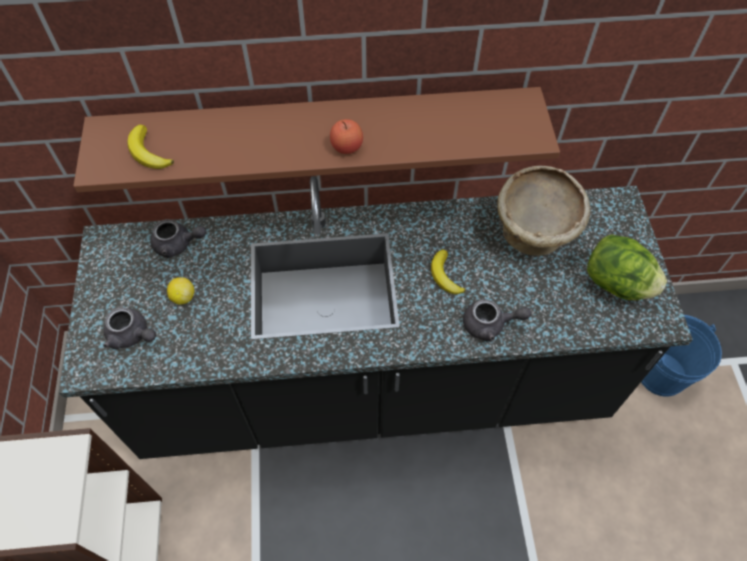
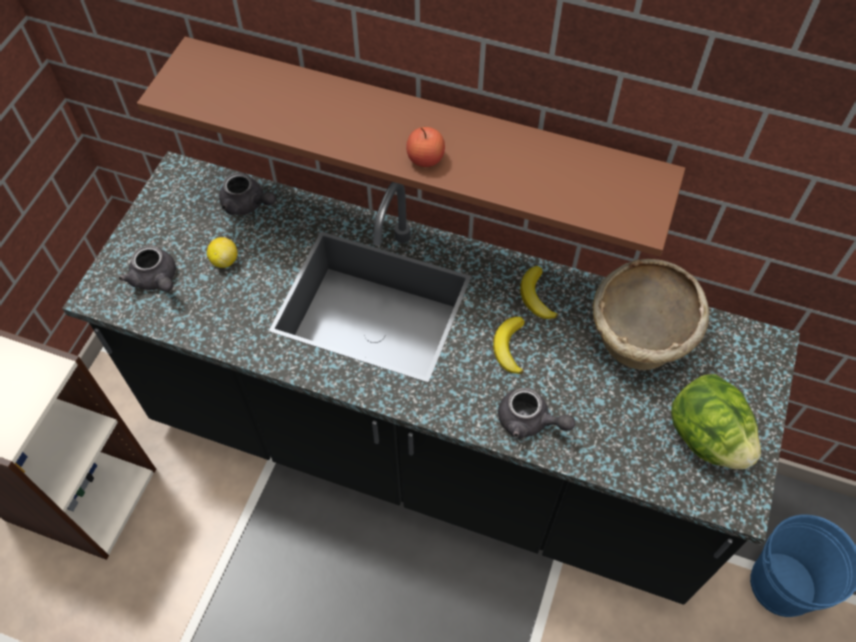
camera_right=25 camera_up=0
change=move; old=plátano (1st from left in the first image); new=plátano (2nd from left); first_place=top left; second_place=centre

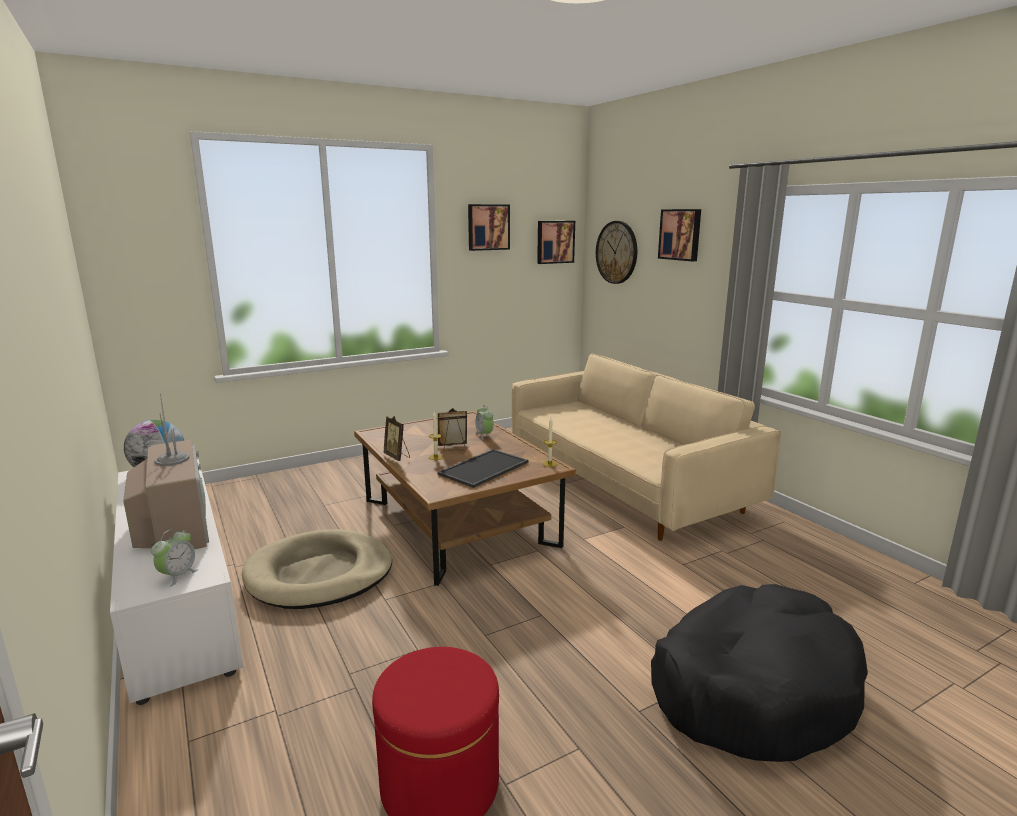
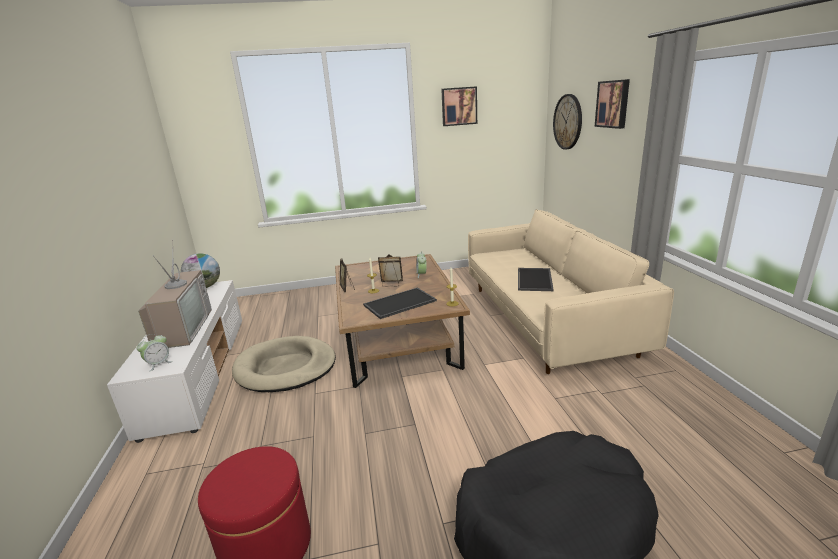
camera_right=20 camera_up=5
change=delete; old=cuadro (2nd from left); first_place=top centre
change=insert; new=bandeja (2nd from left); second_place=centre

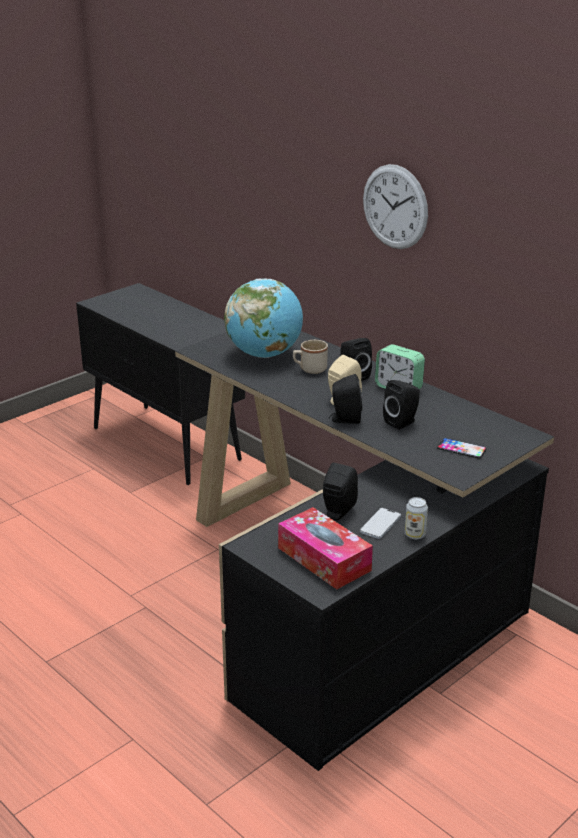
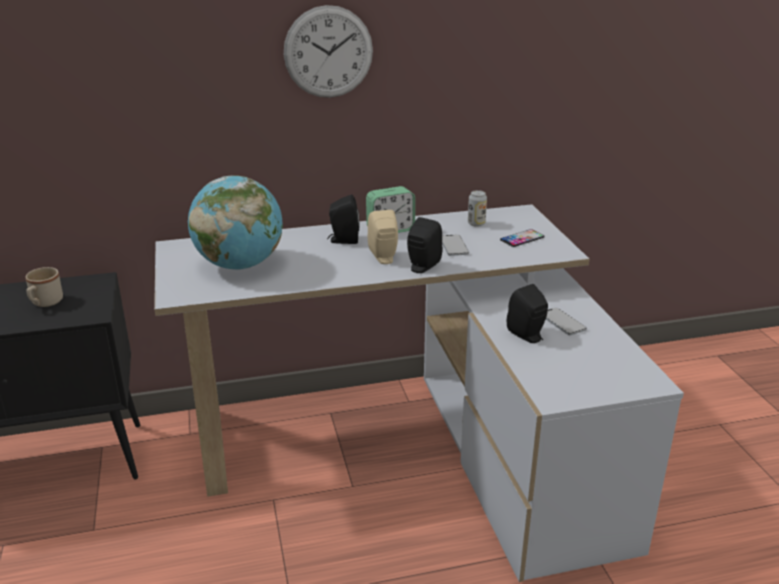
camera_right=-60 camera_up=0
change=recolor; old=escritorio/negro; new=escritorio/blanco; first_place=centre; second_place=bottom centre
change=delete; old=caja de pañuelos; first_place=centre
change=move; old=taza grande/beis; first_place=centre; second_place=middle left
change=replace; old=altavoz/negro (4th from left); new=móvil (1st from left); first_place=middle right; second_place=centre
change=move; old=lata; first_place=middle right; second_place=centre

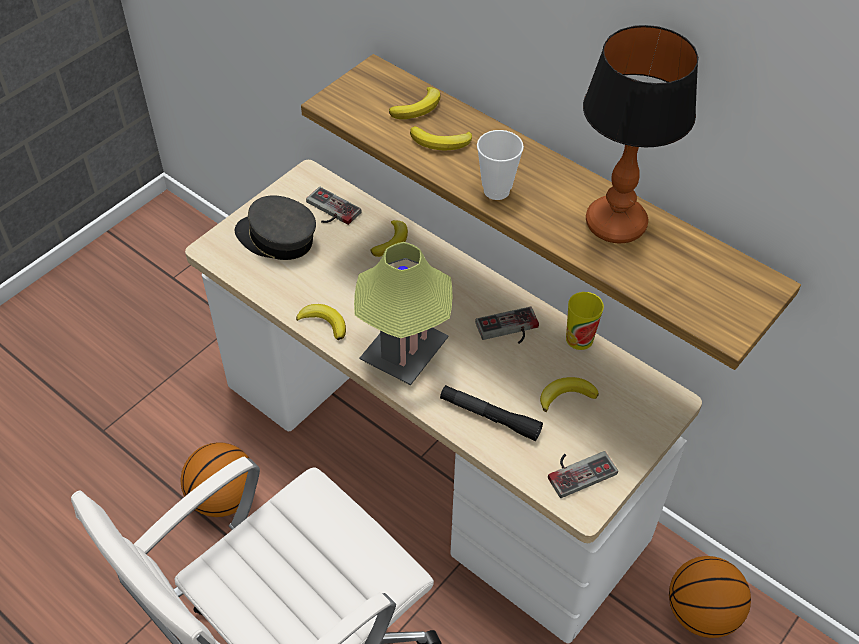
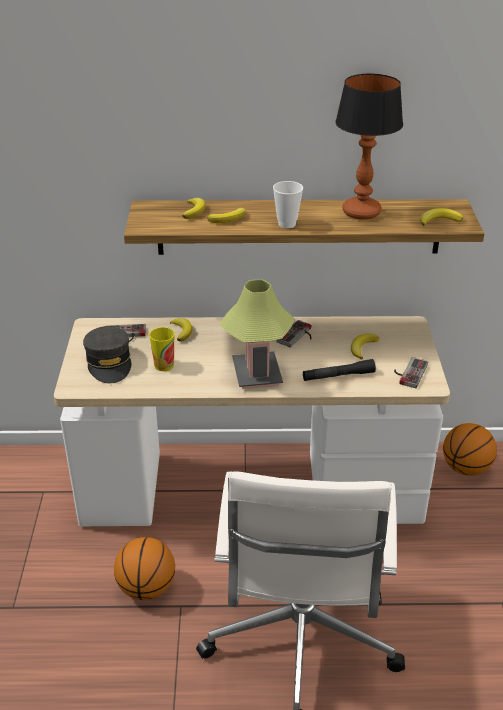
camera_right=-40 camera_up=-15
change=rotate; old=gorra/gris; first_place=middle left; second_place=middle left; degrees=-90
change=move; old=plátano (1st from left in the first image); new=plátano (5th from left); first_place=centre; second_place=top right
change=move; old=taza (2nd from left in the first image); new=taza (1st from left); first_place=middle right; second_place=middle left

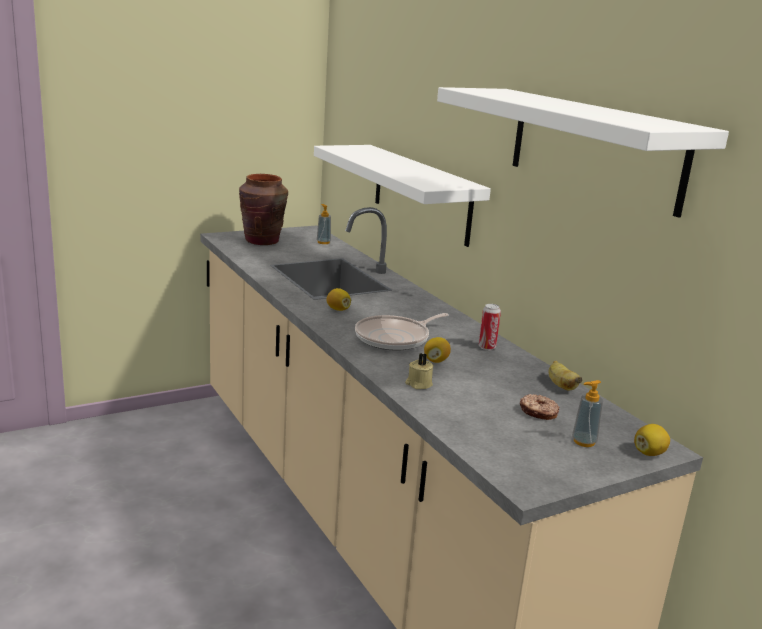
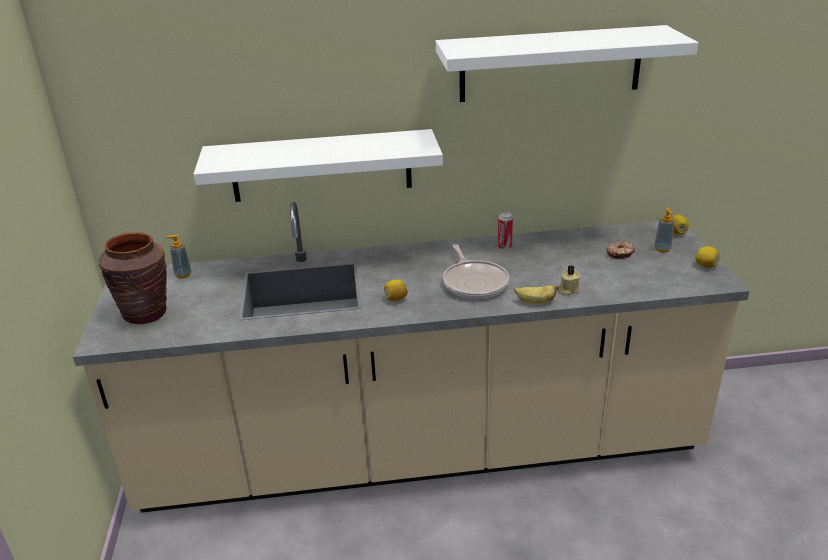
camera_right=-65 camera_up=10
change=move; old=limón (2nd from left in the first image); new=limón (3rd from left); first_place=centre; second_place=middle right
change=move; old=plátano; first_place=middle right; second_place=centre

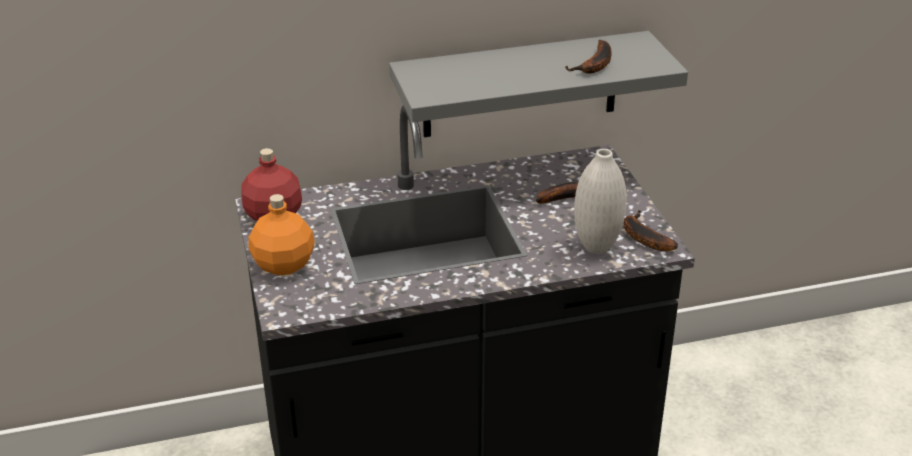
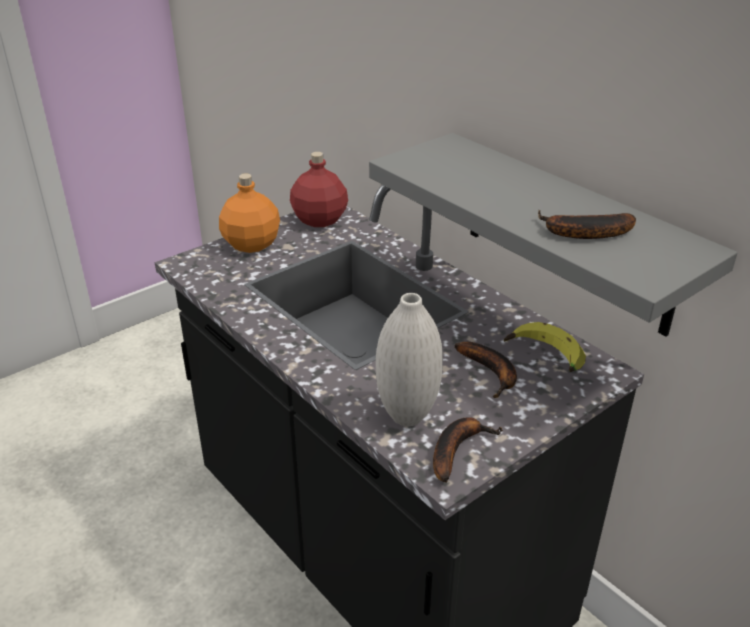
camera_right=65 camera_up=0
change=insert; new=plátano (3rd from left); second_place=middle right

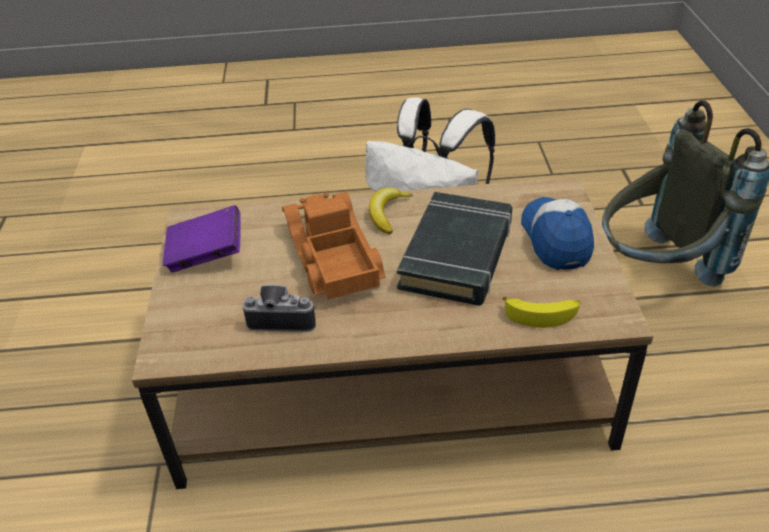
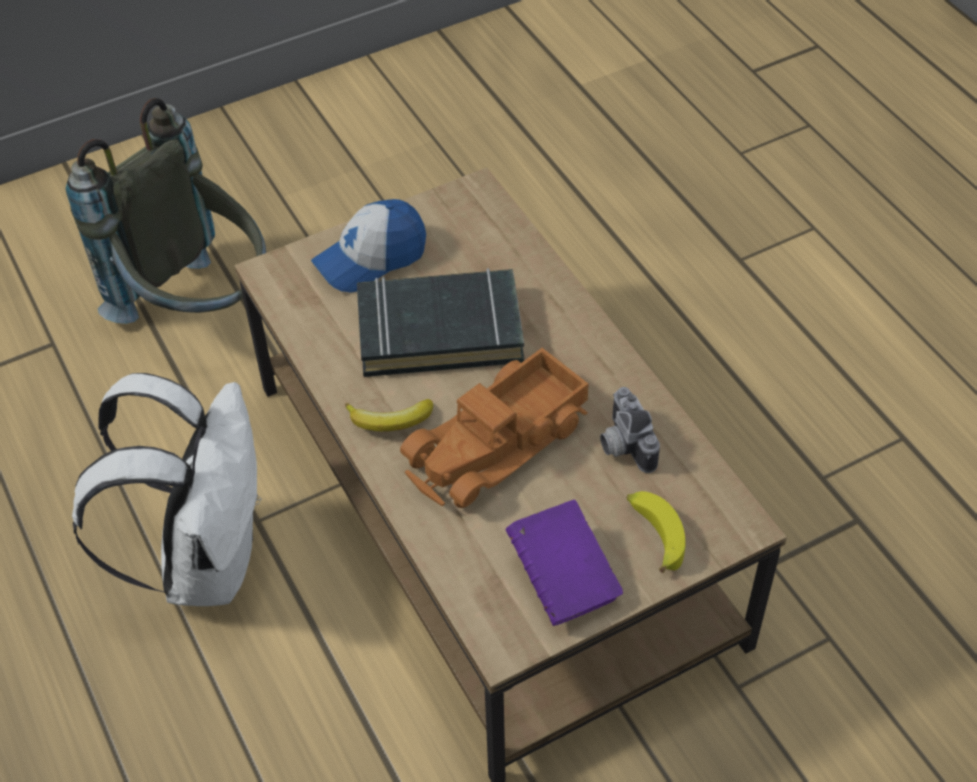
camera_right=-115 camera_up=10
change=move; old=plátano (2nd from left); first_place=middle right; second_place=bottom right

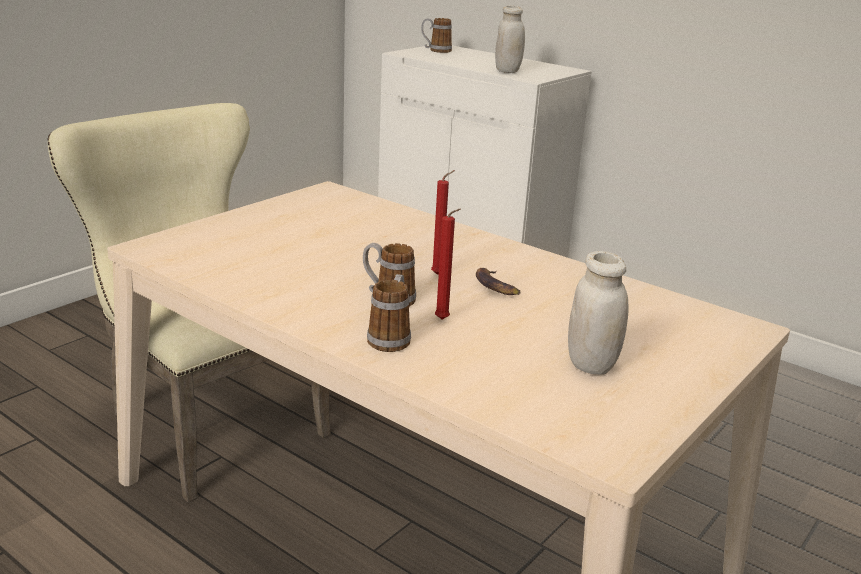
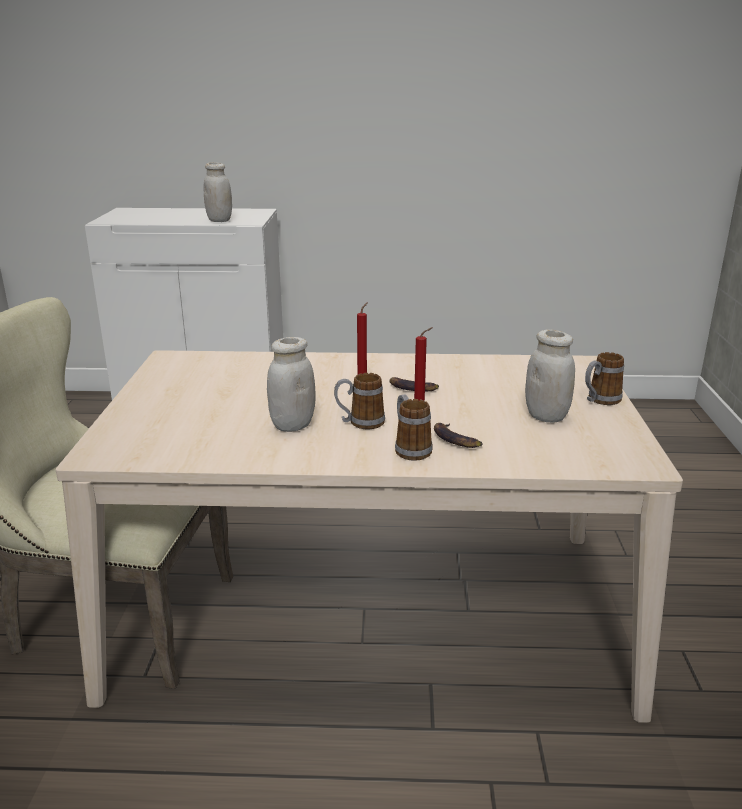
camera_right=-35 camera_up=0
change=move; old=taza grande (3rd from left); first_place=top centre; second_place=middle right
change=insert; new=tarro/blanco (2nd from left); second_place=centre
change=insert; new=plátano (2nd from left); second_place=centre

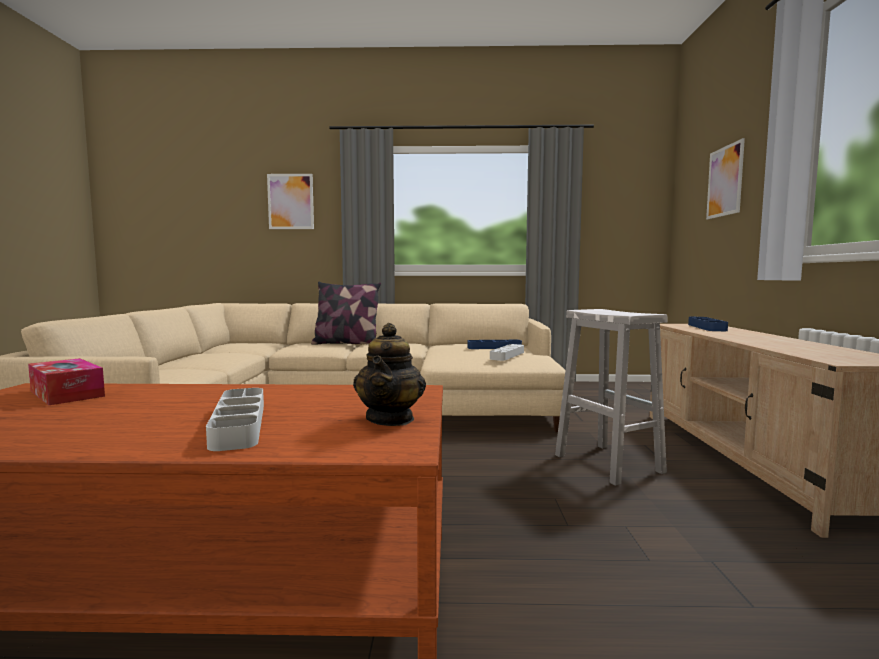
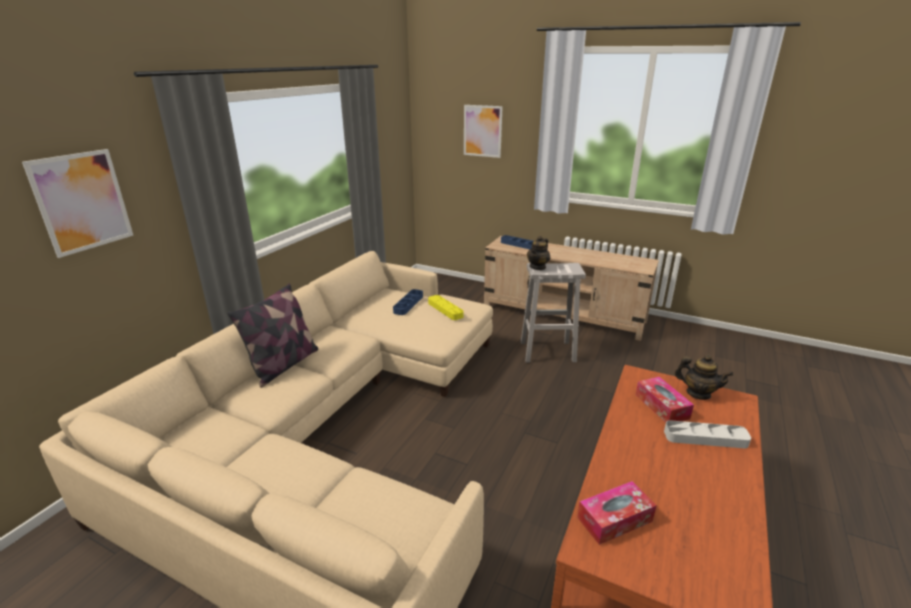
camera_right=-65 camera_up=20
change=recolor; old=bandeja/gris (2nd from left); new=bandeja/amarillo; first_place=centre; second_place=centre
change=insert; new=tetera (1st from left); second_place=centre
change=insert; new=caja de pañuelos (2nd from left); second_place=middle right

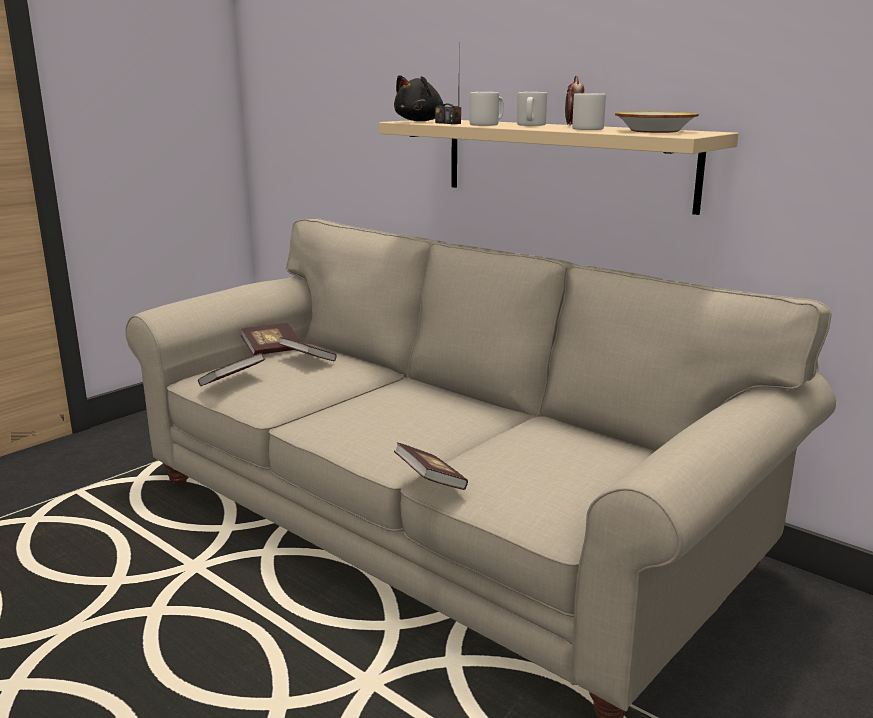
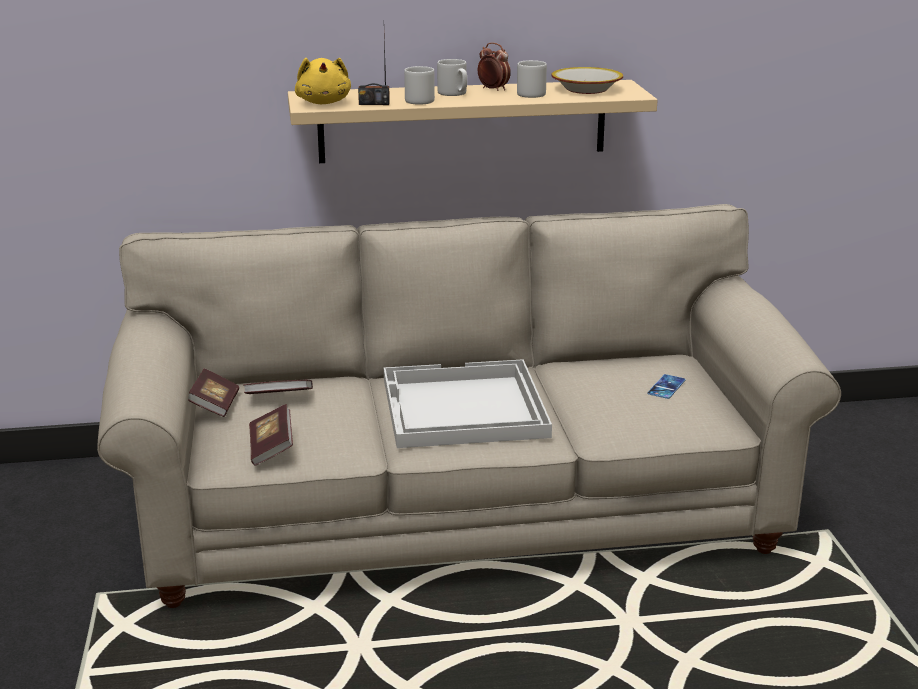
camera_right=-50 camera_up=5
change=recolor; old=peluche/negro; new=peluche/amarillo; first_place=top centre; second_place=top centre
change=delete; old=libro (4th from left); first_place=centre
change=insert; new=bandeja/blanco; second_place=centre
change=insert; new=móvil; second_place=middle right

